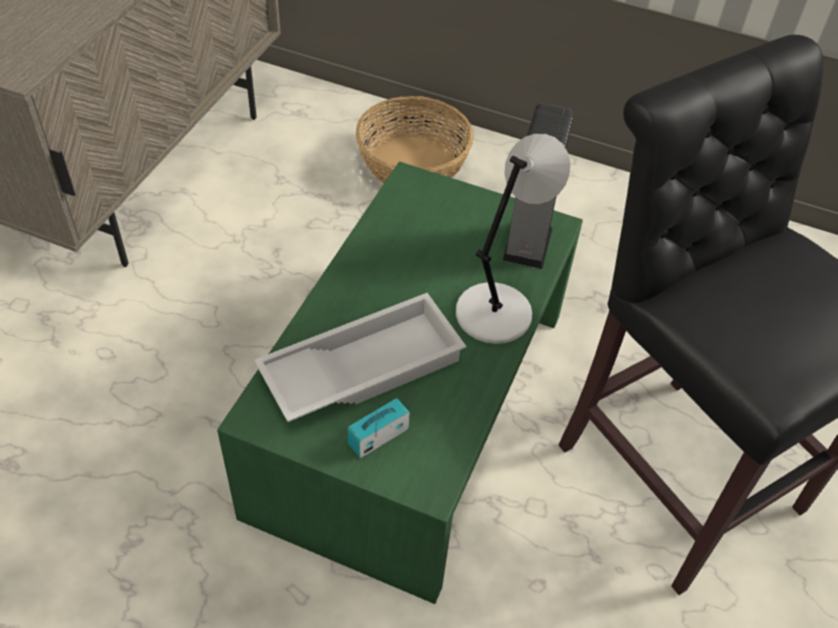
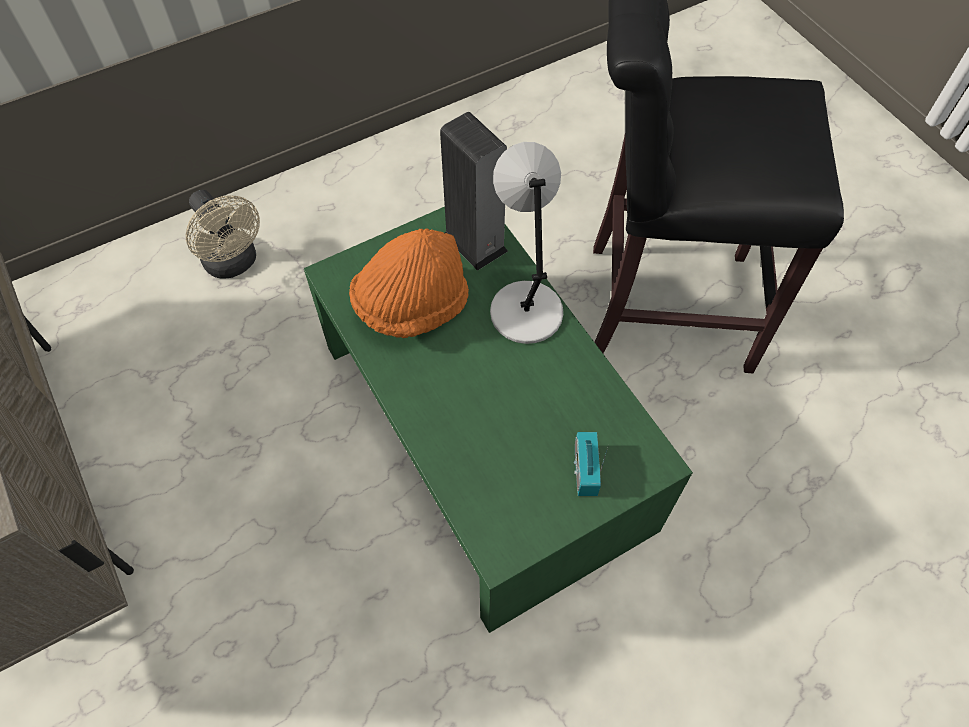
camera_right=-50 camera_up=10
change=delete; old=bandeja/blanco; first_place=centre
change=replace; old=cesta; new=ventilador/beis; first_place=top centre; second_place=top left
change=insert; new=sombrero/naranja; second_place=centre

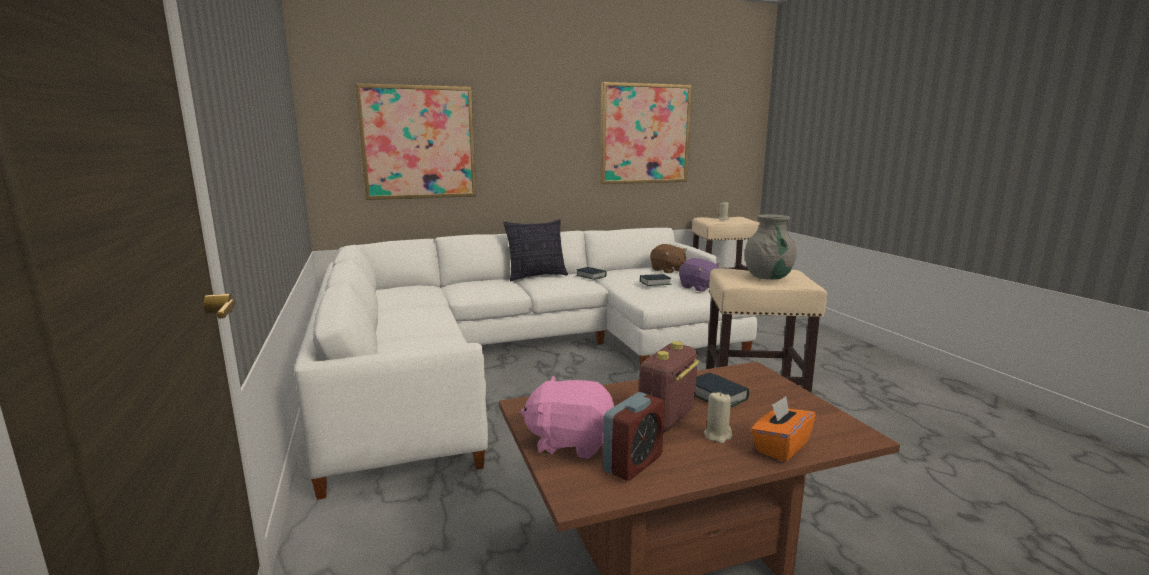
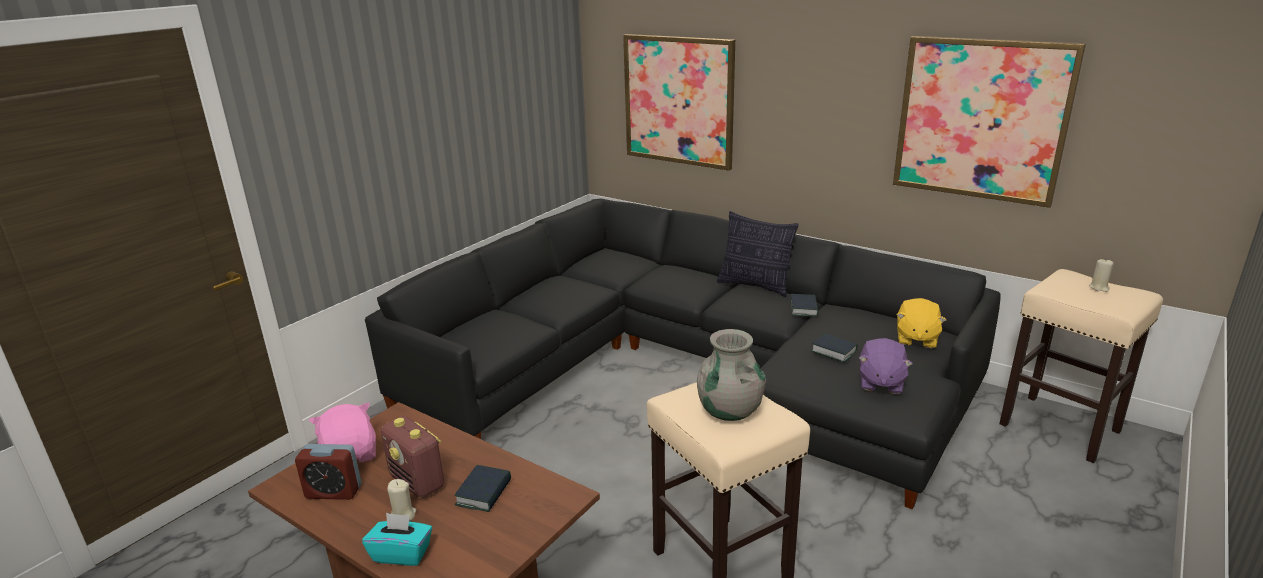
camera_right=55 camera_up=10
change=recolor; old=sofá/blanco; new=sofá/negro; first_place=centre; second_place=centre
change=rotate; old=radio; first_place=bottom centre; second_place=bottom left; degrees=-135
change=recolor; old=peluche/marrón; new=peluche/amarillo; first_place=centre; second_place=middle right
change=recolor; old=caja de pañuelos/naranja; new=caja de pañuelos/turquesa; first_place=bottom right; second_place=bottom left

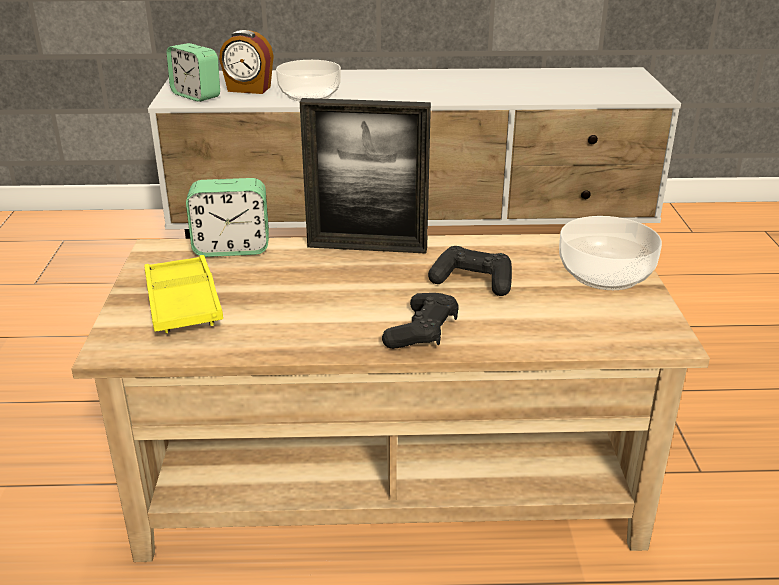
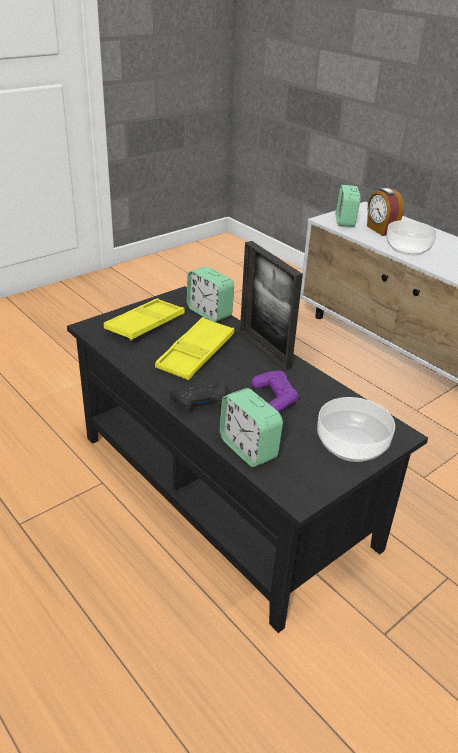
camera_right=50 camera_up=5
change=recolor; old=mesa de centro/beis; new=mesa de centro/negro; first_place=bottom centre; second_place=centre
change=recolor; old=mando de consola/negro (2nd from left); new=mando de consola/morado; first_place=centre; second_place=centre
change=insert; new=bandeja/amarillo (2nd from left); second_place=centre
change=insert; new=despertador (2nd from left); second_place=centre

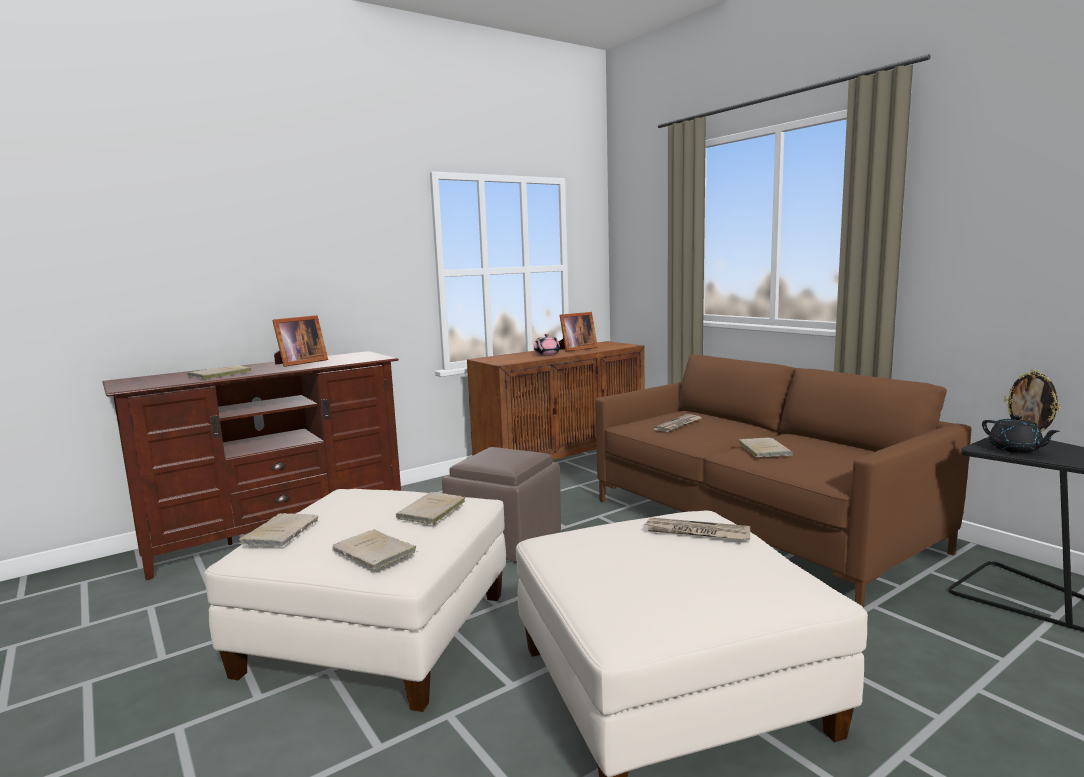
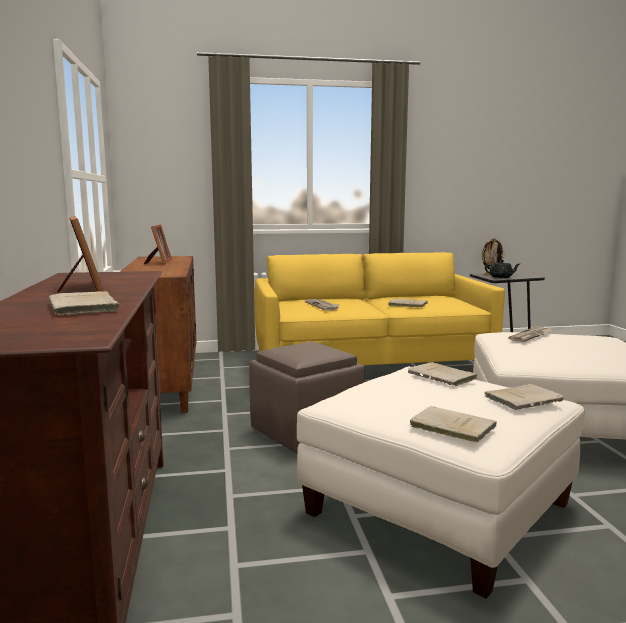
camera_right=-65 camera_up=0
change=delete; old=tetera/rosa; first_place=centre
change=recolor; old=sofá/marrón; new=sofá/amarillo; first_place=middle right; second_place=centre

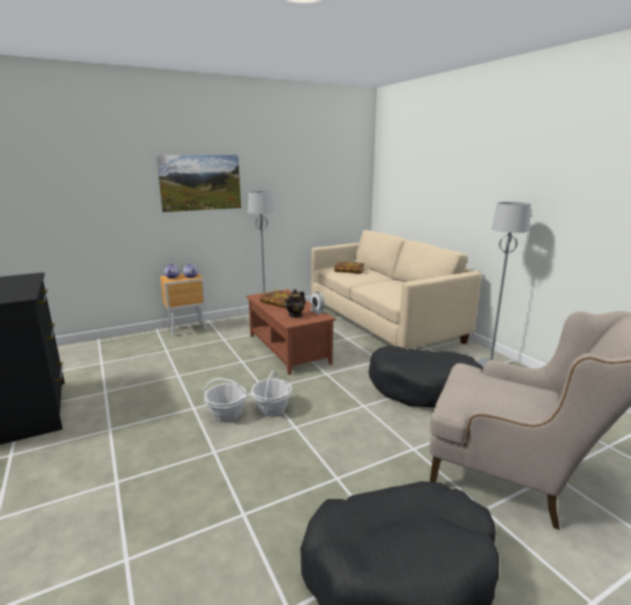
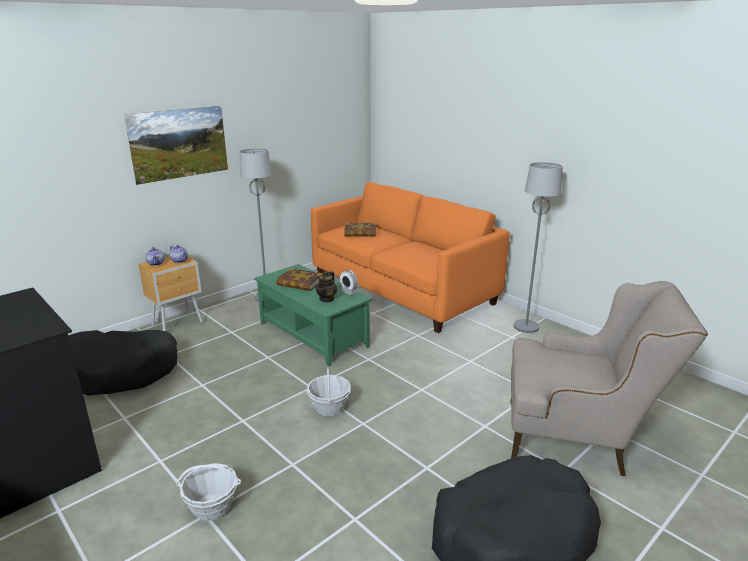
camera_right=-15 camera_up=5
change=move; old=cesta (1st from left); first_place=centre; second_place=bottom left
change=recolor; old=mesa de centro/marrón; new=mesa de centro/verde; first_place=centre; second_place=centre
change=recolor; old=sofá/beis; new=sofá/naranja; first_place=centre; second_place=centre
change=move; old=cama para perro/negro (2nd from left in the first image); new=cama para perro/negro (1st from left); first_place=middle right; second_place=middle left

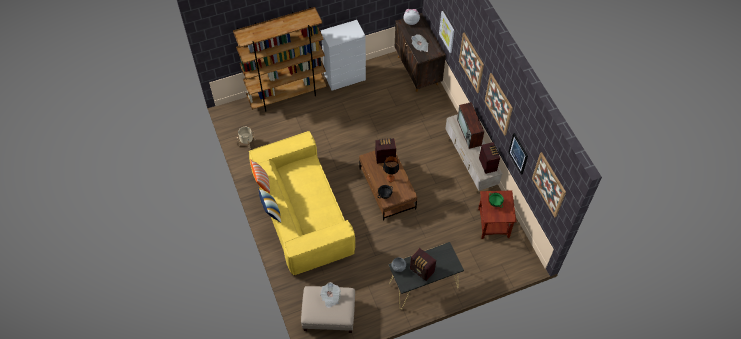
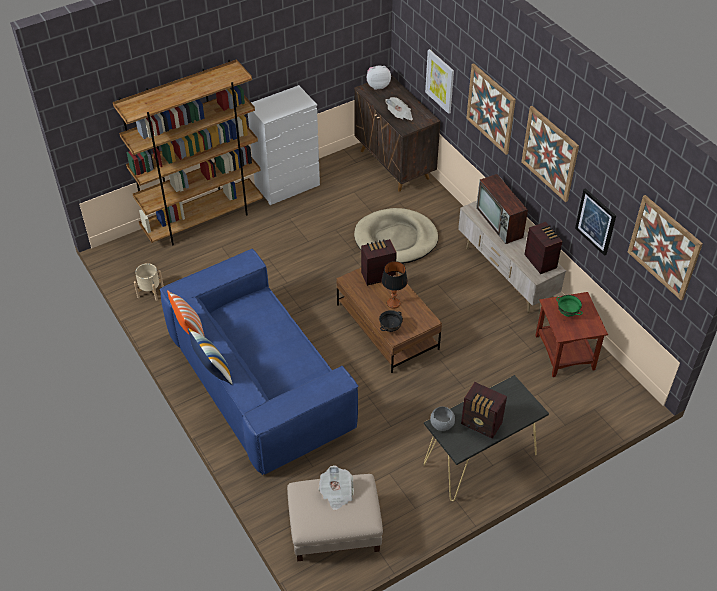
camera_right=-10 camera_up=-10
change=recolor; old=sofá/amarillo; new=sofá/azul; first_place=centre; second_place=centre
change=insert; new=cama para perro/beis; second_place=centre

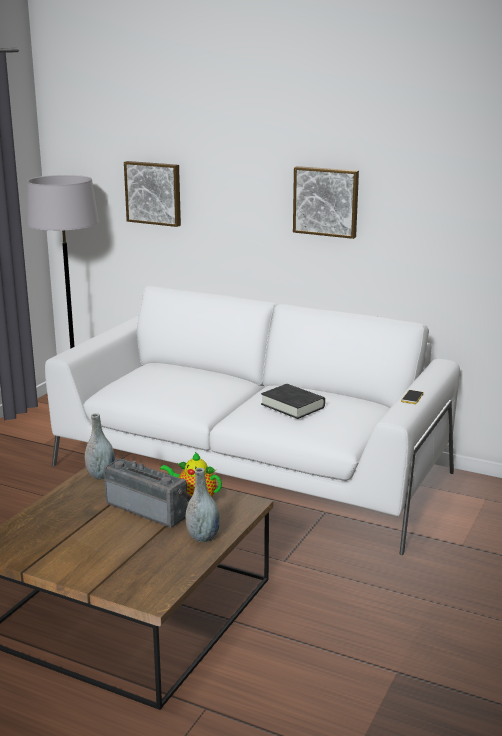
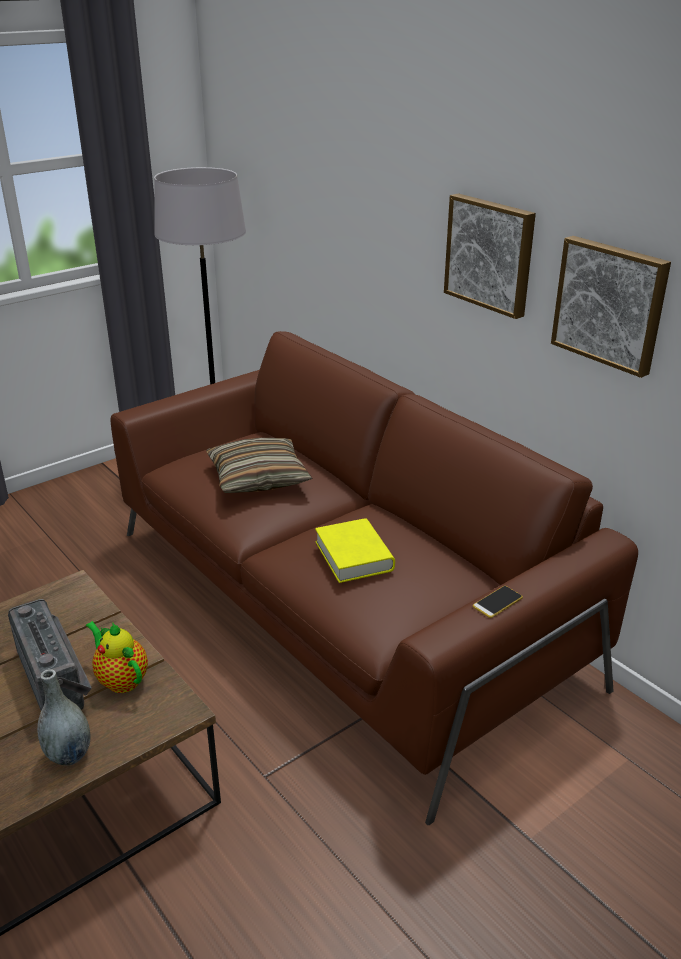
camera_right=25 camera_up=10
change=recolor; old=sofá/blanco; new=sofá/marrón; first_place=centre; second_place=centre
change=delete; old=florero/gris (1st from left); first_place=middle left
change=move; old=cuadro (1st from left in the first image); new=cuadro (2nd from left); first_place=top left; second_place=top right
change=recolor; old=libro/negro; new=libro/amarillo; first_place=centre; second_place=centre
change=insert; new=cojín; second_place=centre

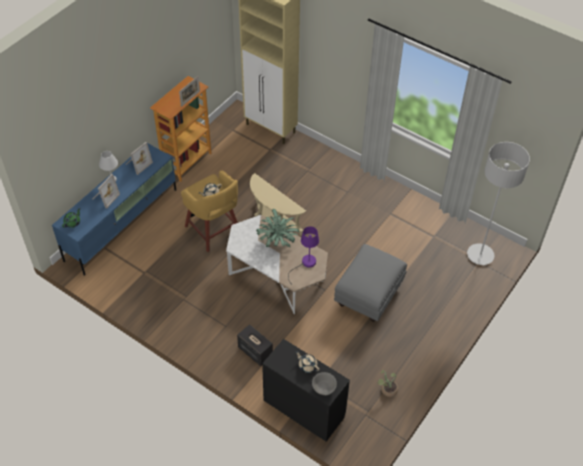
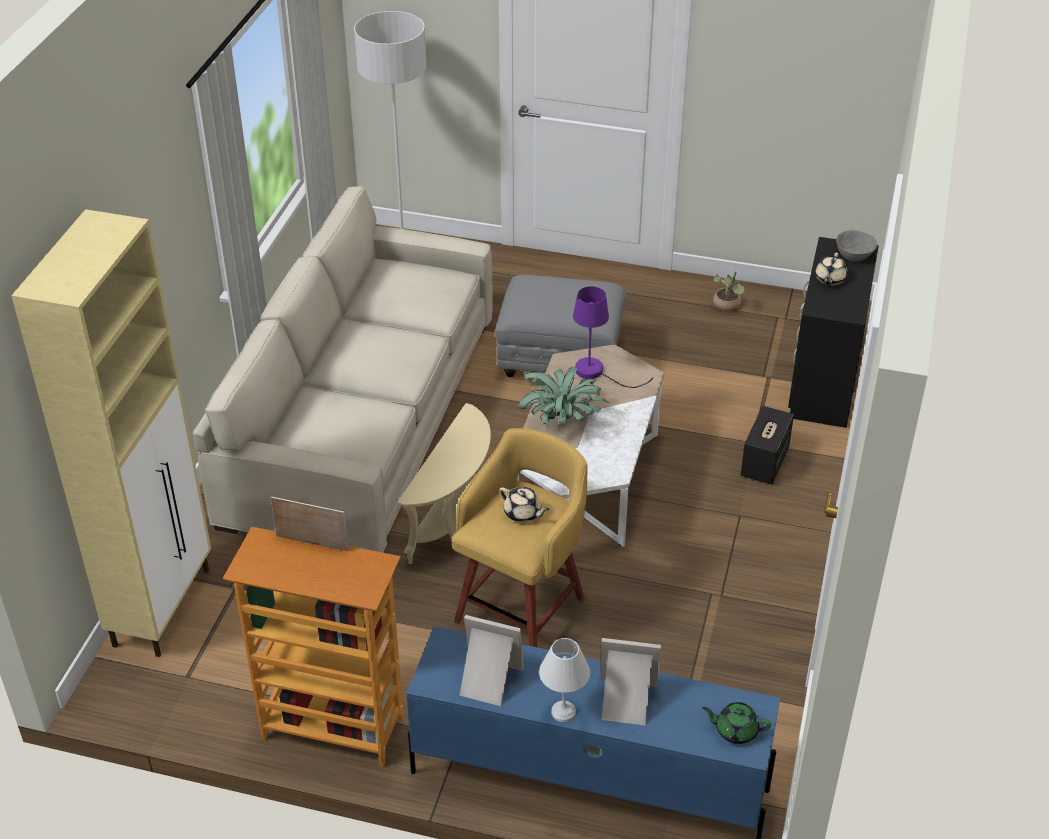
camera_right=-110 camera_up=-10
change=insert; new=sofá/beis; second_place=middle left

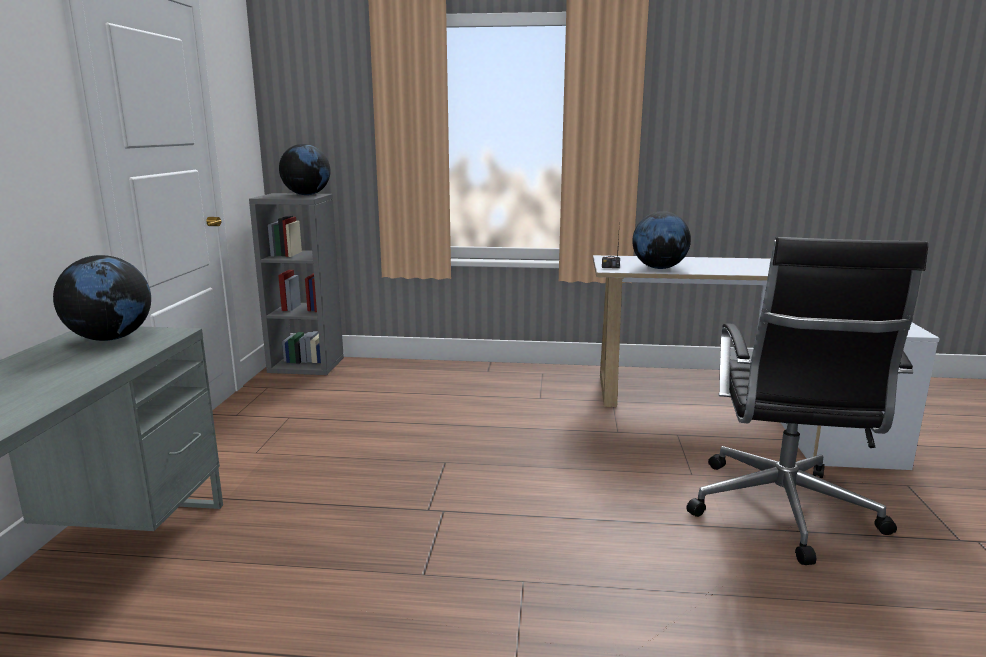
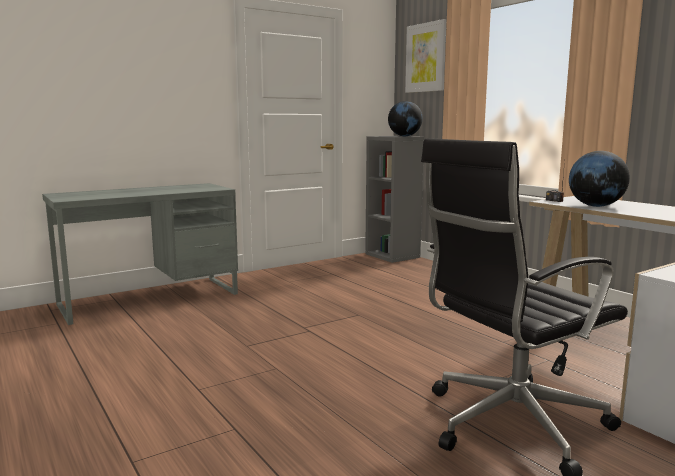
camera_right=50 camera_up=-5
change=delete; old=globo terráqueo (1st from left); first_place=middle left
change=insert; new=cuadro; second_place=top centre

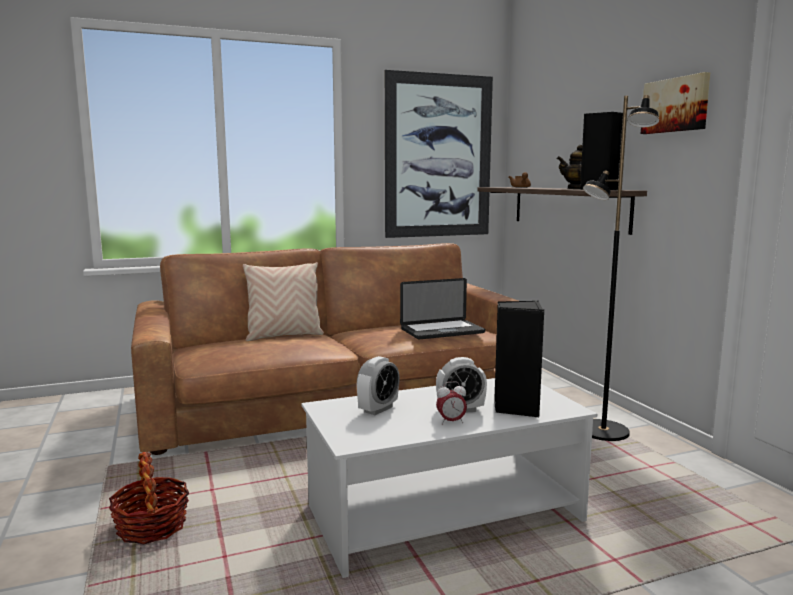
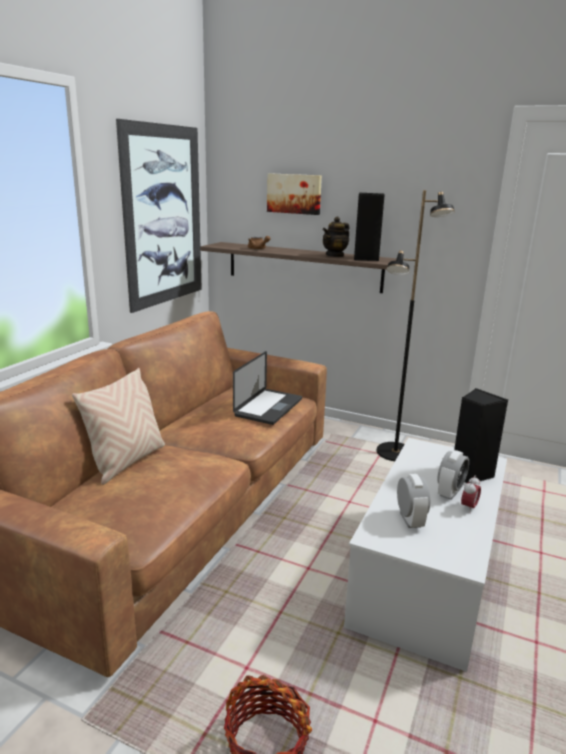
camera_right=-45 camera_up=10
change=move; old=cuadro (2nd from left); first_place=top right; second_place=top centre

